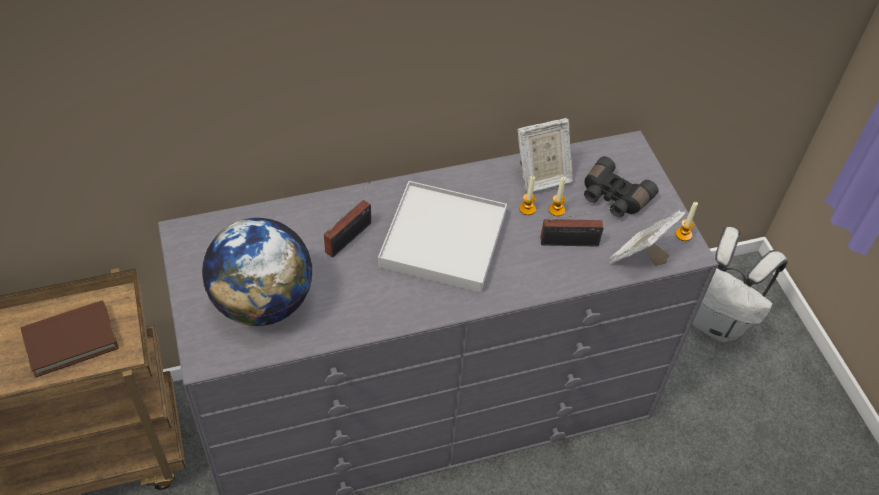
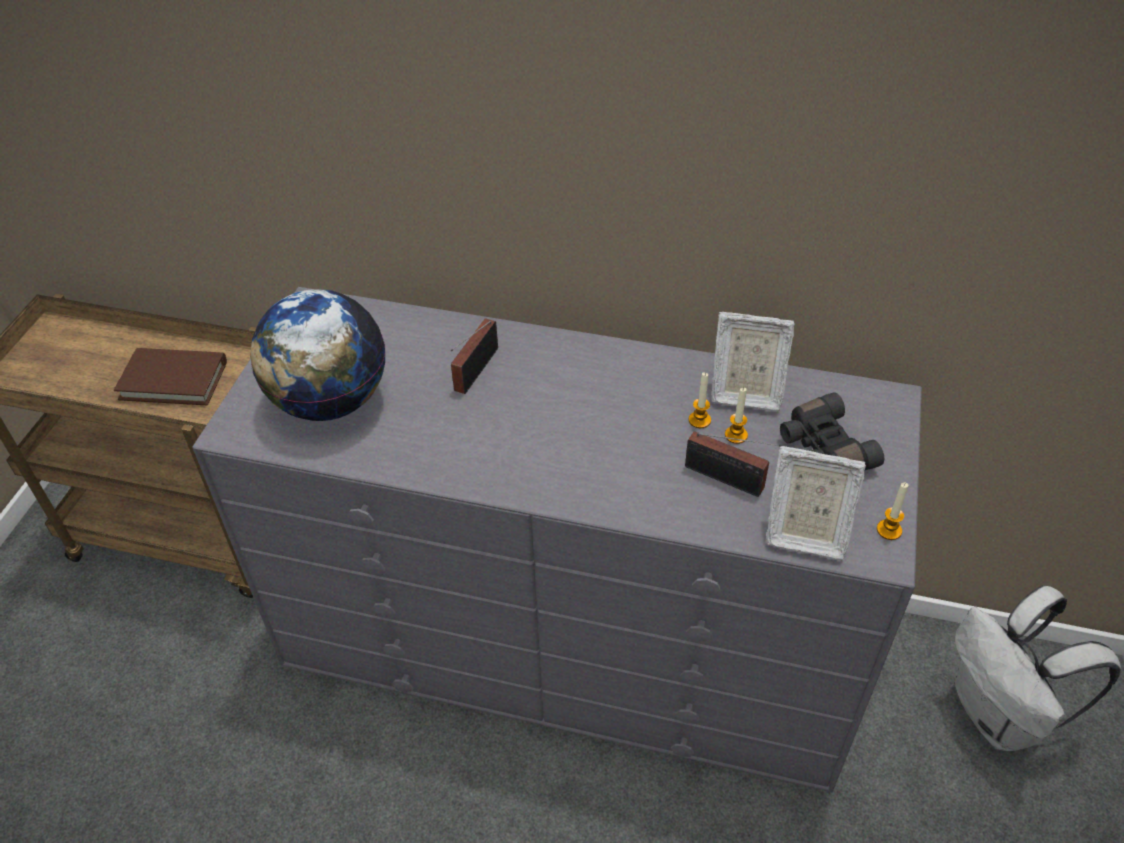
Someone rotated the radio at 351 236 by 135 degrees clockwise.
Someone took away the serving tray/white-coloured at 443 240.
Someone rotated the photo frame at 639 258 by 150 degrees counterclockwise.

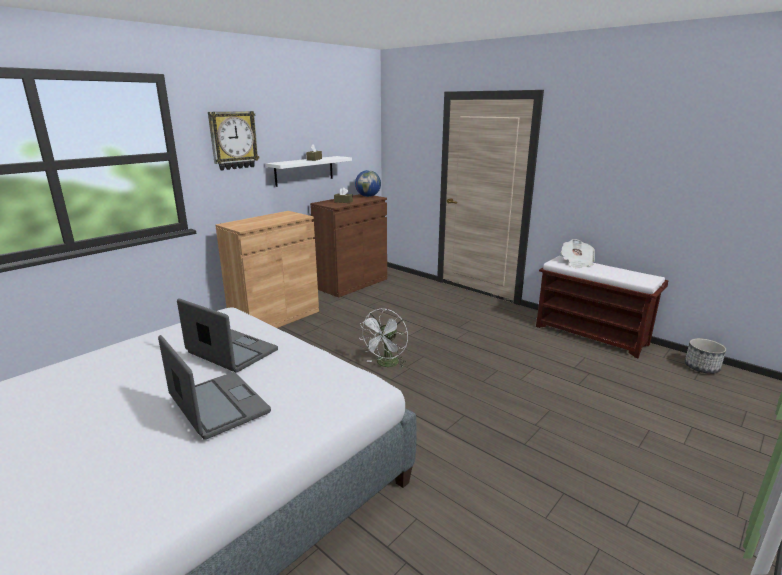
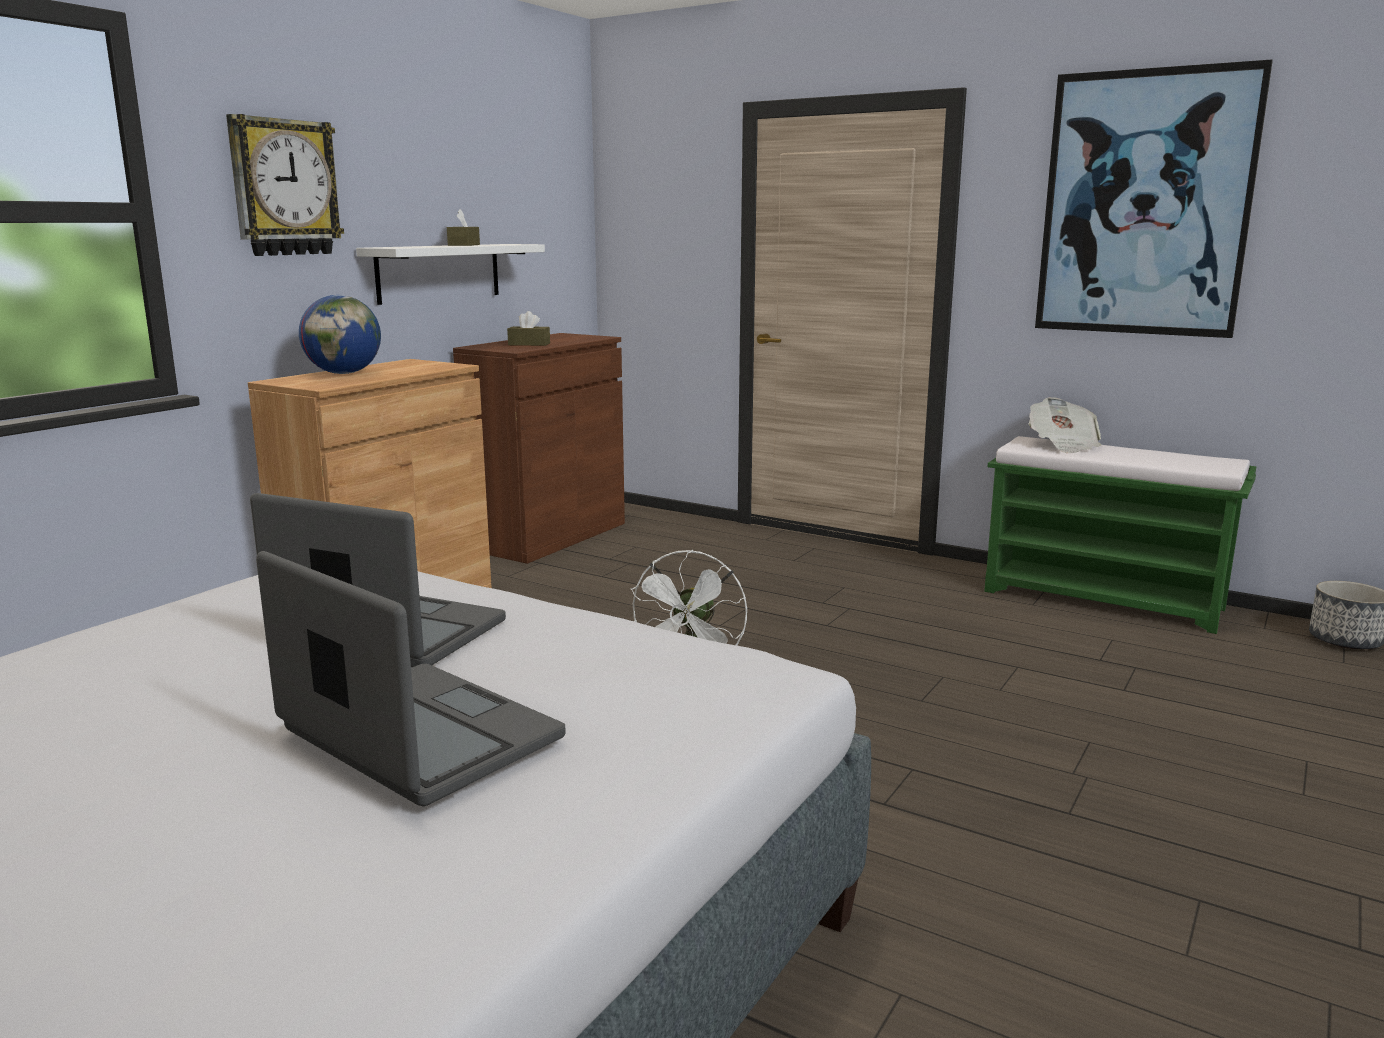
Someone carried the globe from 368 196 to 344 373.
Someone repainted the indoor bench/brown at 591 335, which became the indoor bench/greenish at 1105 599.
Someone put up the wall picture at 1145 204.

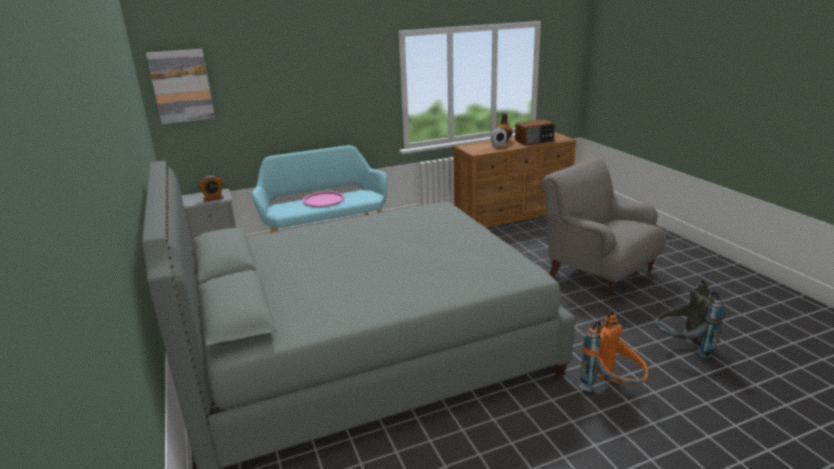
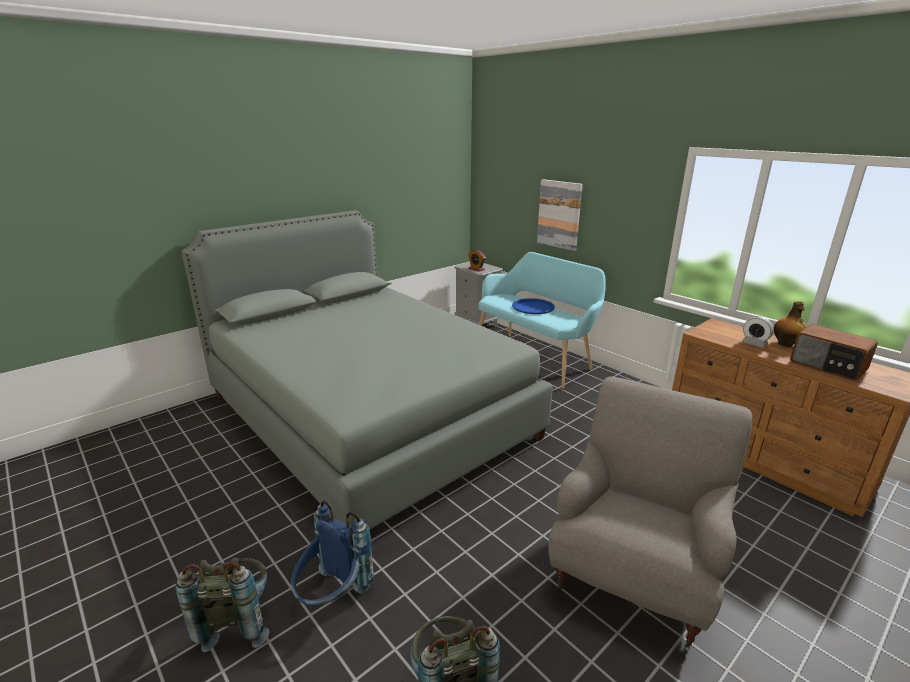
Someone carried the wall picture from 181 86 to 559 214.
Someone repainted the serving tray/pink at 323 200, which became the serving tray/blue-coloured at 533 307.
Someone repainted the backpack/orange at 612 389, which became the backpack/blue-coloured at 333 597.
Someone put down the backpack/greyish at 238 620.

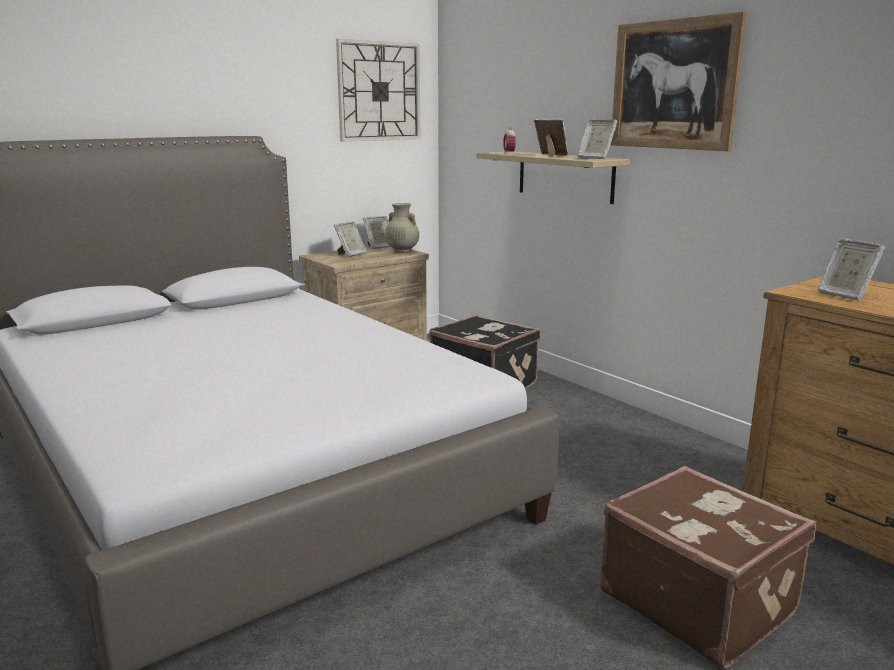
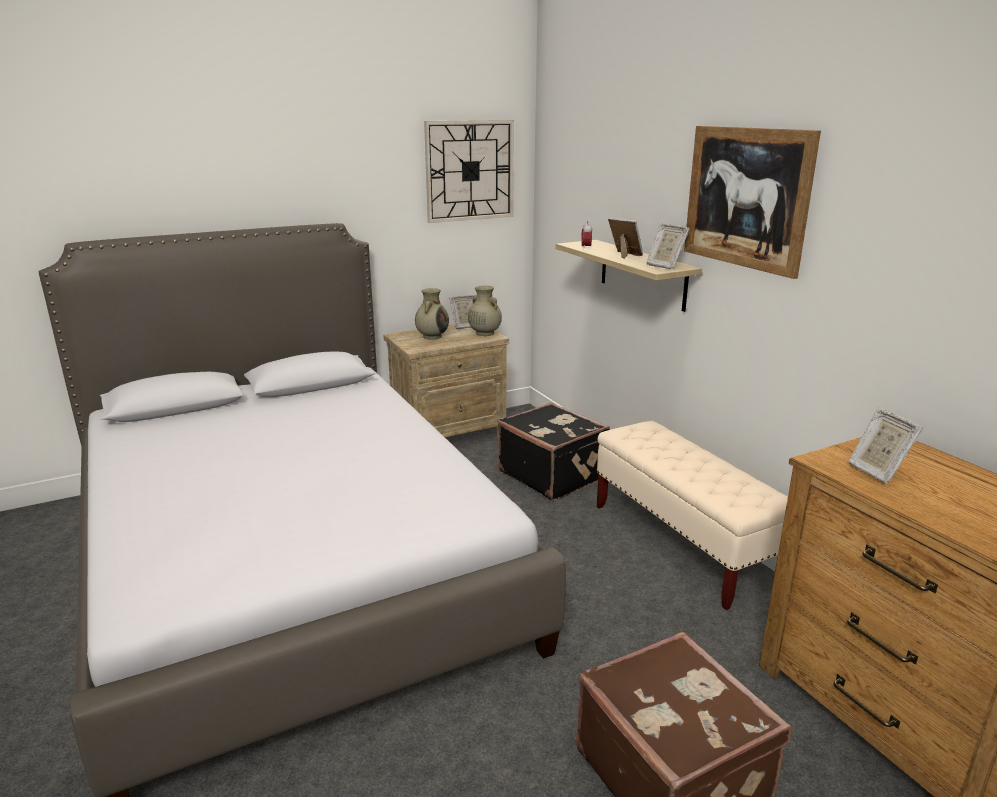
Someone swapped the photo frame at 351 254 for the vase/beige at 432 336.
Someone put down the indoor bench/beige at 682 544.

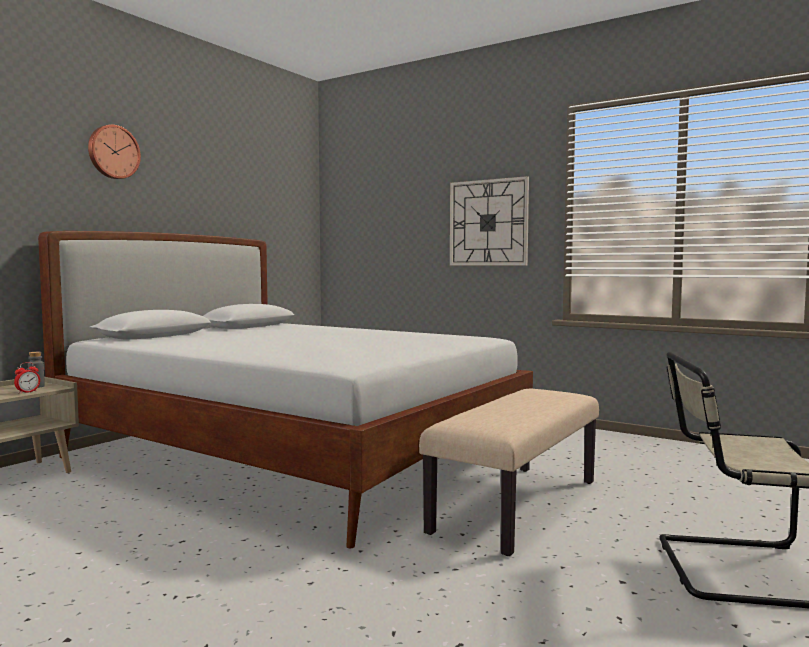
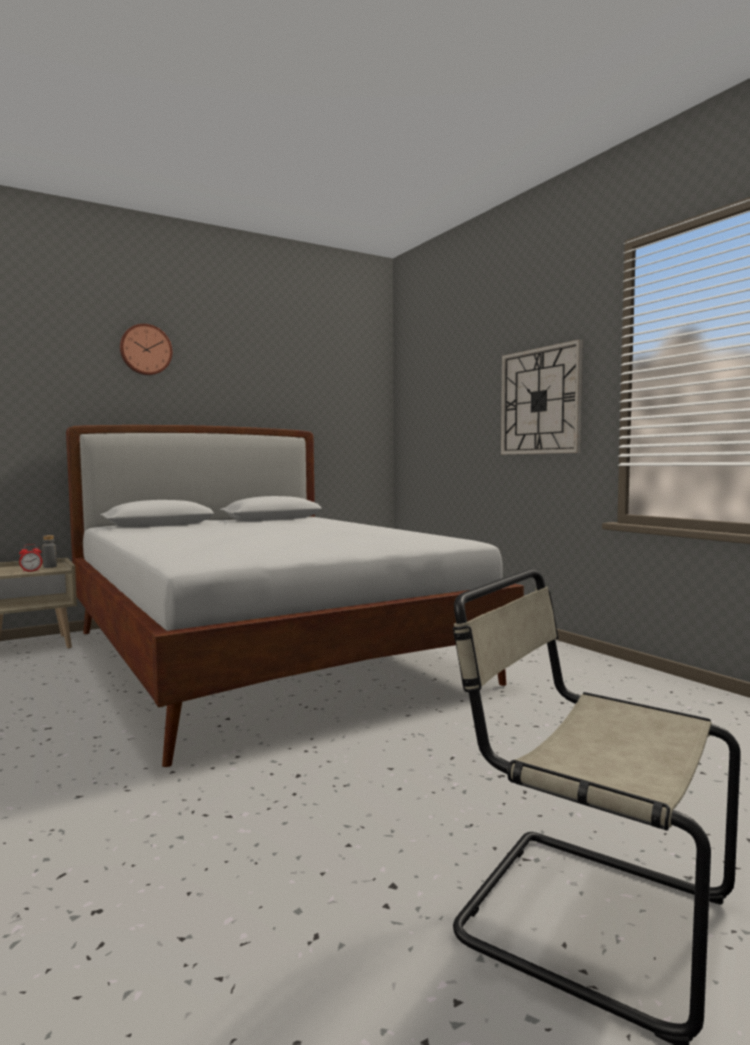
Someone took away the indoor bench/beige at 516 505.

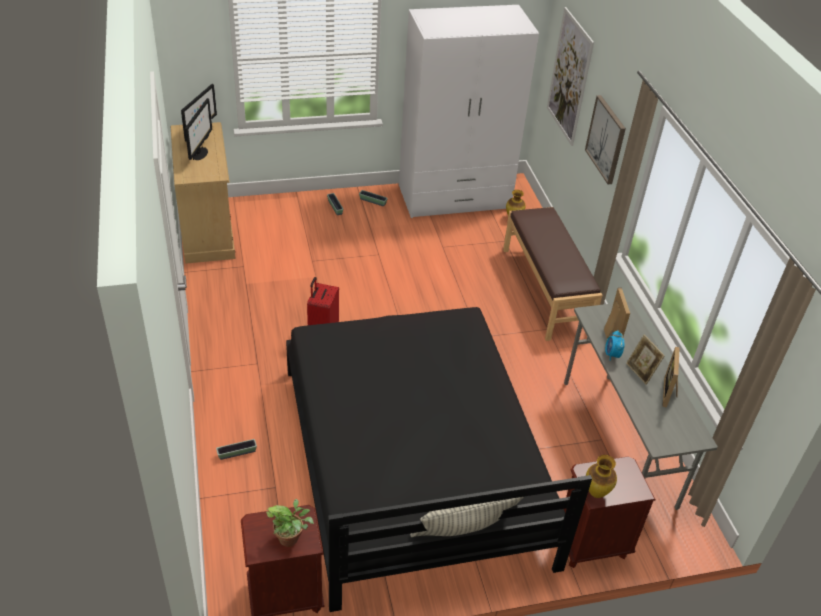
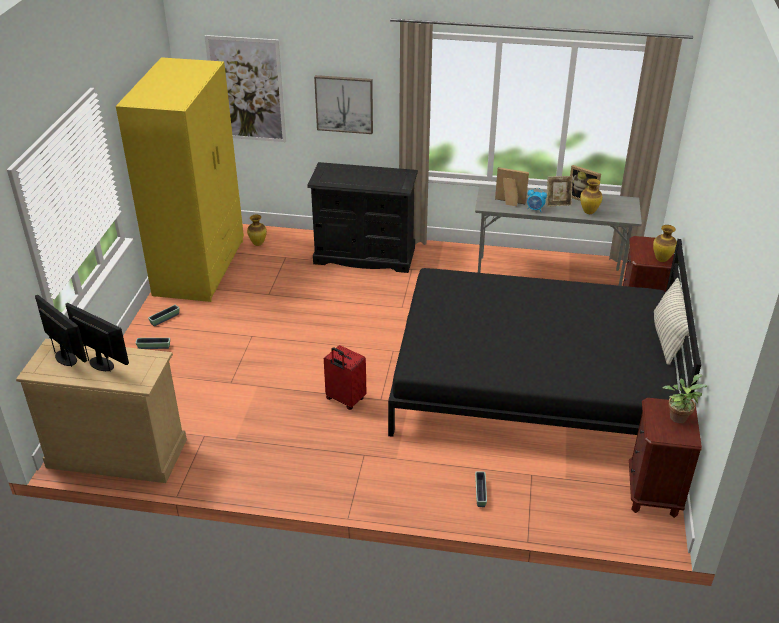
Someone repainted the wardrobe/white-coloured at 454 197, which became the wardrobe/yellowish at 200 267.
Someone swapped the indoor bench/brown at 546 290 for the dresser/black-coloured at 364 256.
Someone put down the vase at 588 212.

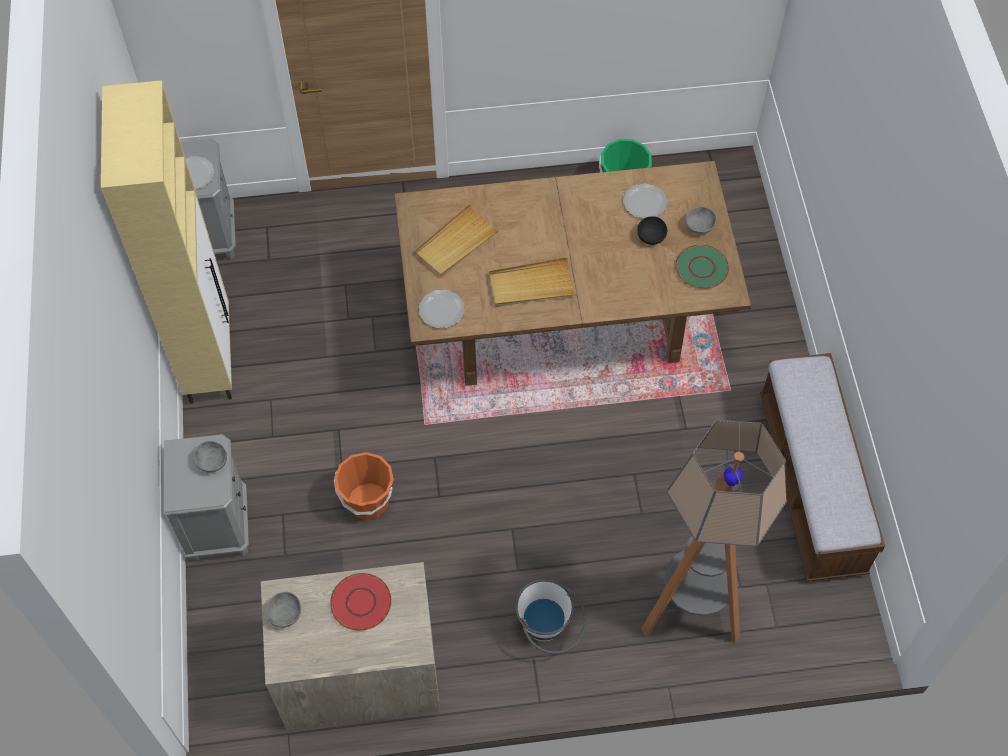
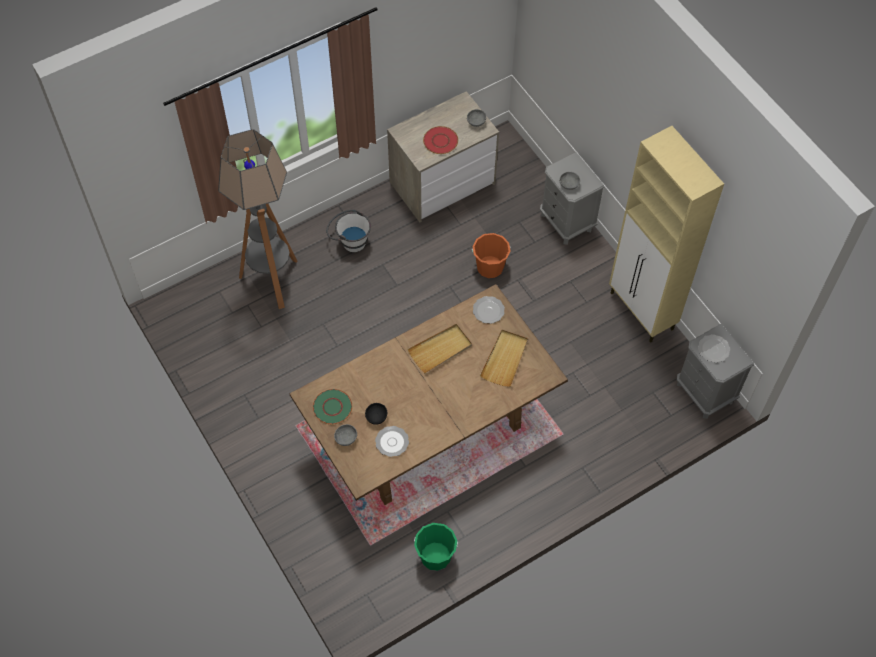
Someone took away the indoor bench at 810 484.

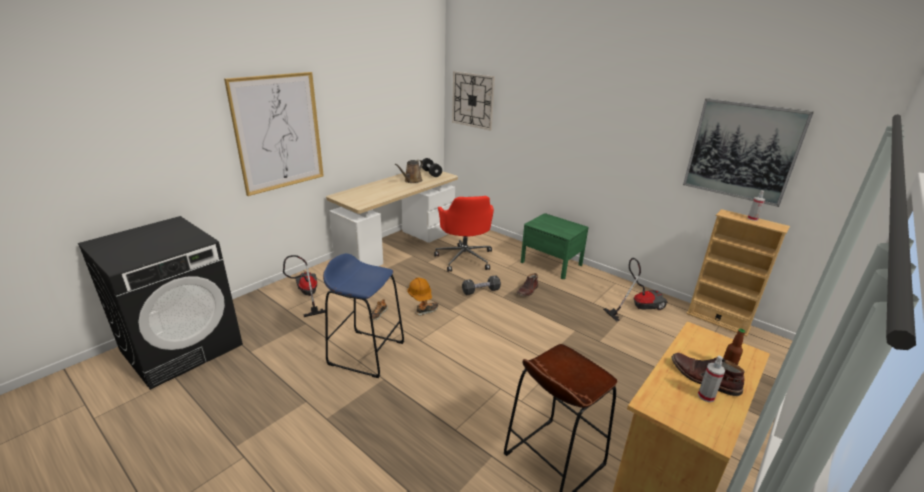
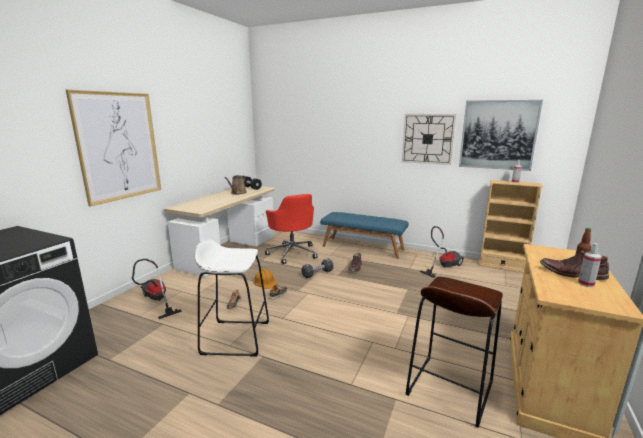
Someone carried the wall clock from 473 100 to 427 139.
Someone swapped the bedside table/greenish at 551 263 for the indoor bench/blue-coloured at 363 247.
Someone repainted the stool/blue-coloured at 366 353, which became the stool/white-coloured at 236 337.

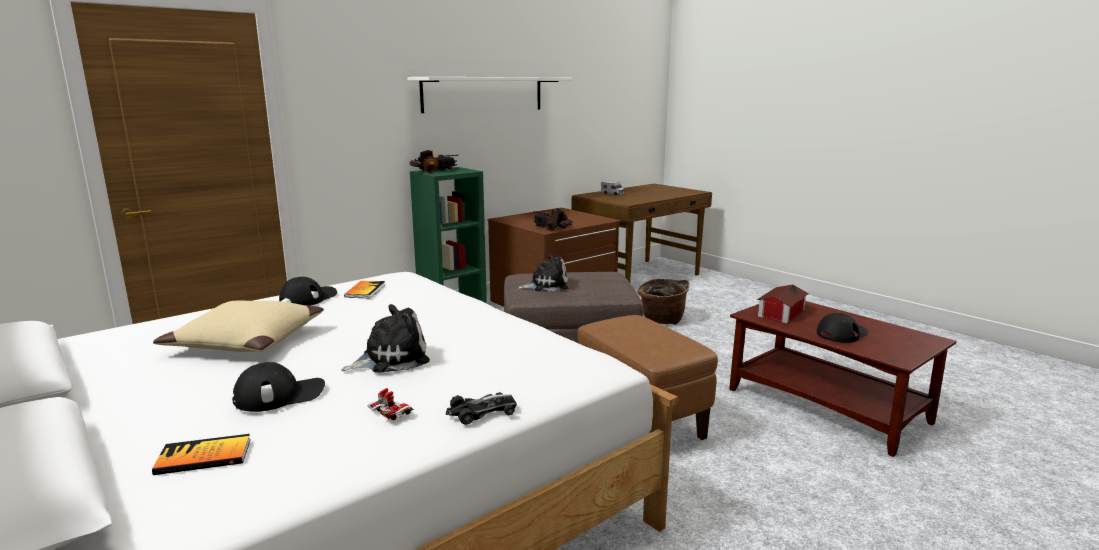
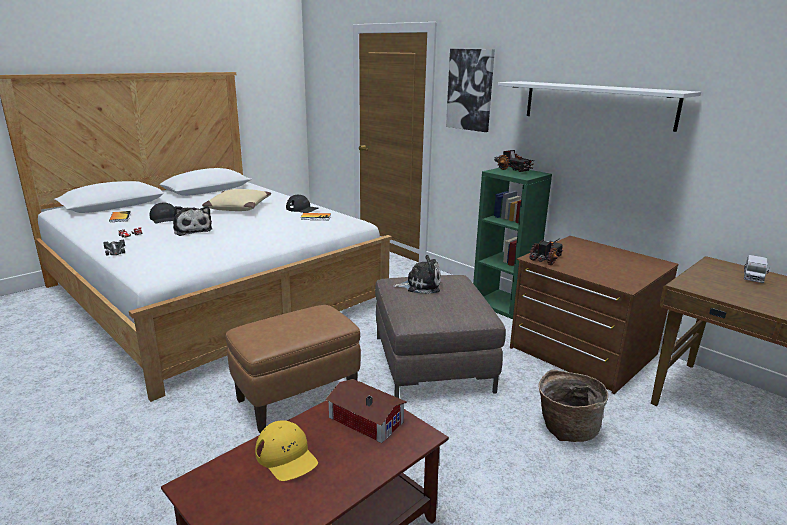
Someone rotated the cuddly toy at 546 285 by 75 degrees counterclockwise.
Someone repainted the cap/black-coloured at 842 334, which became the cap/yellowish at 286 456.
Someone put up the wall picture at 470 90.

